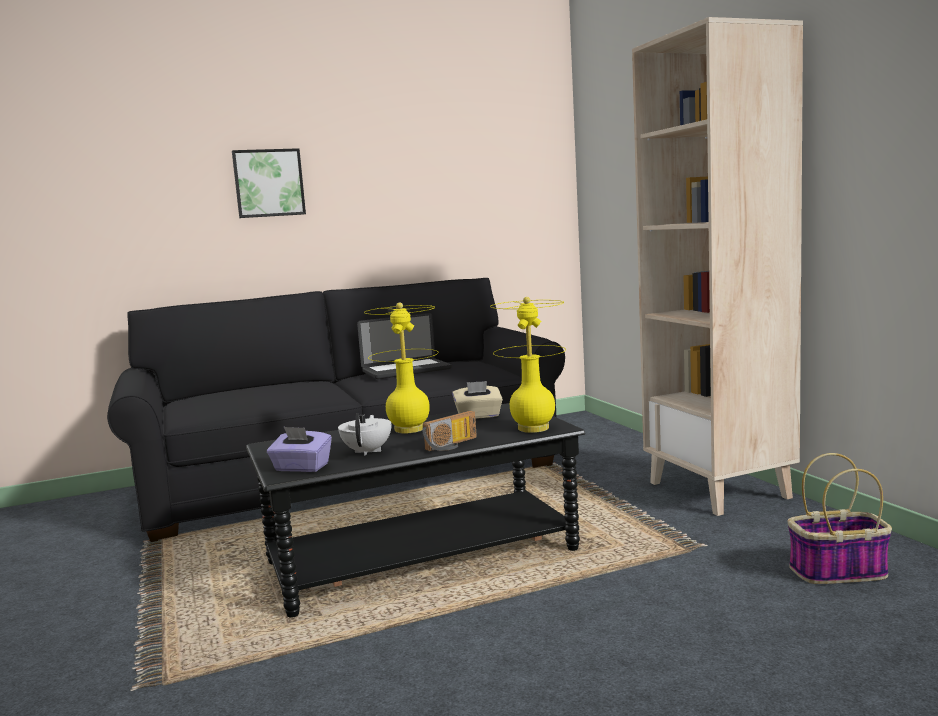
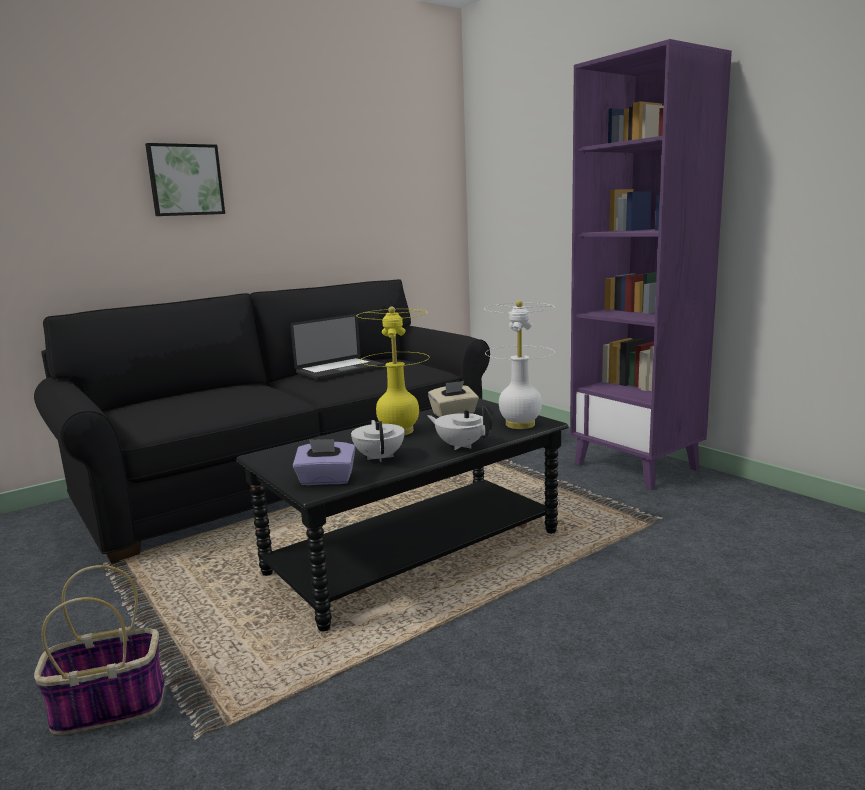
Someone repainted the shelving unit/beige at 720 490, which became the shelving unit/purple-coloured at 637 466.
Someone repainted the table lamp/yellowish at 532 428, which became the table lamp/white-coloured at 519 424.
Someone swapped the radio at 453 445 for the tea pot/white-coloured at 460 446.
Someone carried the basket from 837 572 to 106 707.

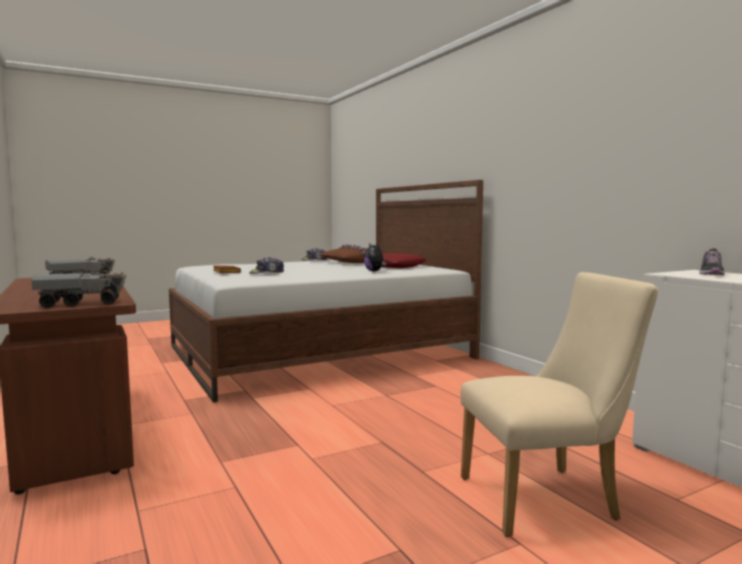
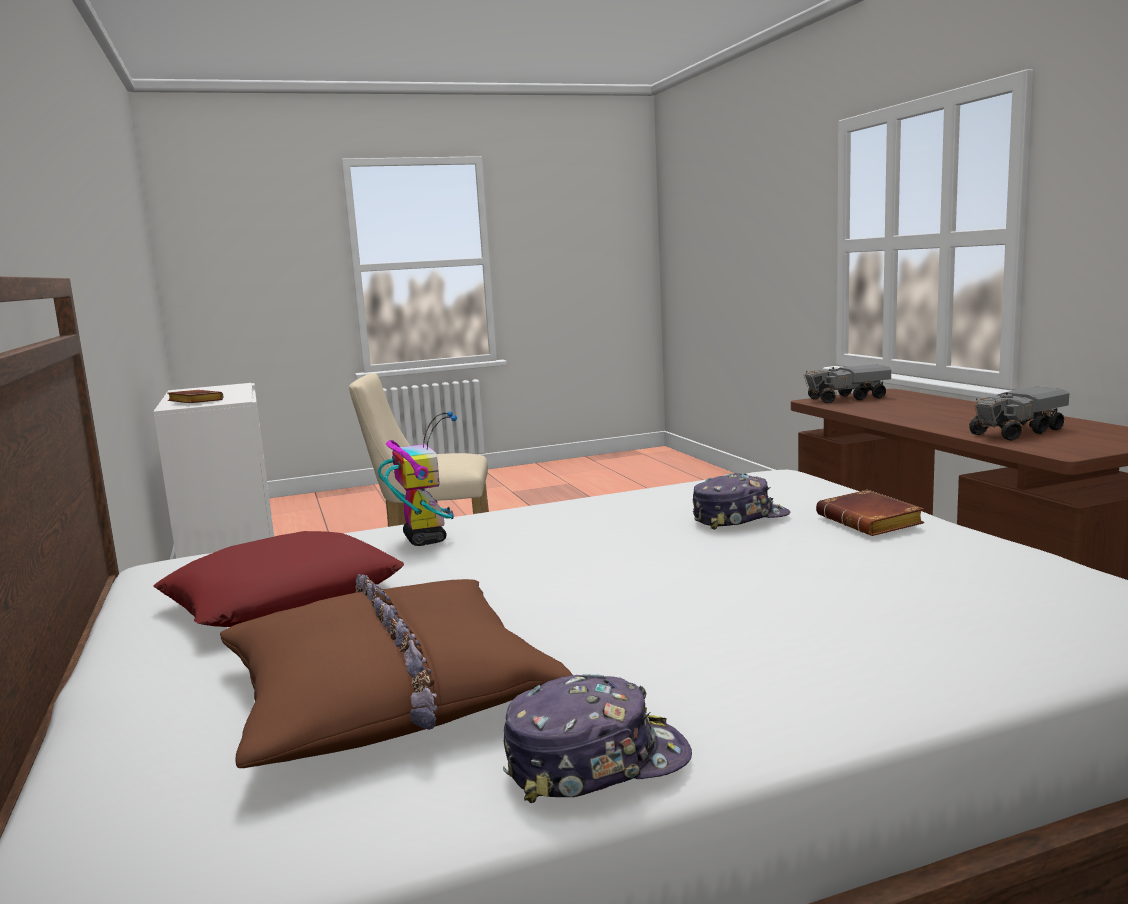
Someone swapped the cuddly toy at 375 271 for the model robot at 424 539.
Someone swapped the low shoe at 711 273 for the bound book/brown at 193 402.

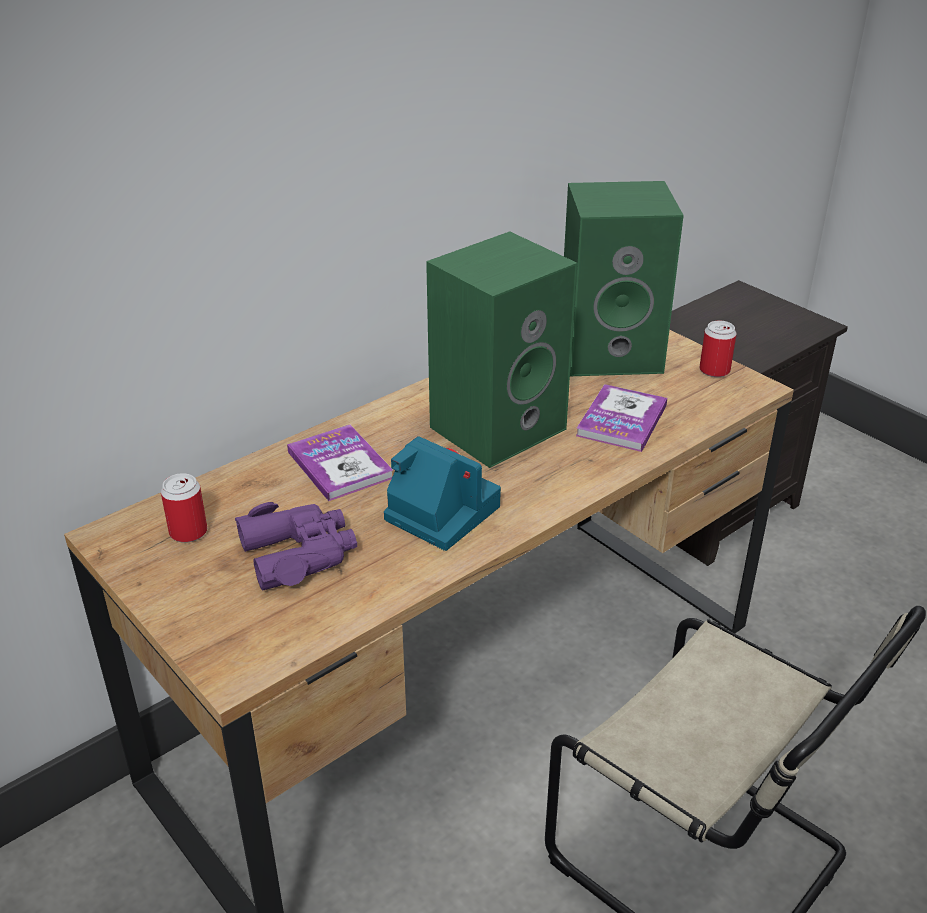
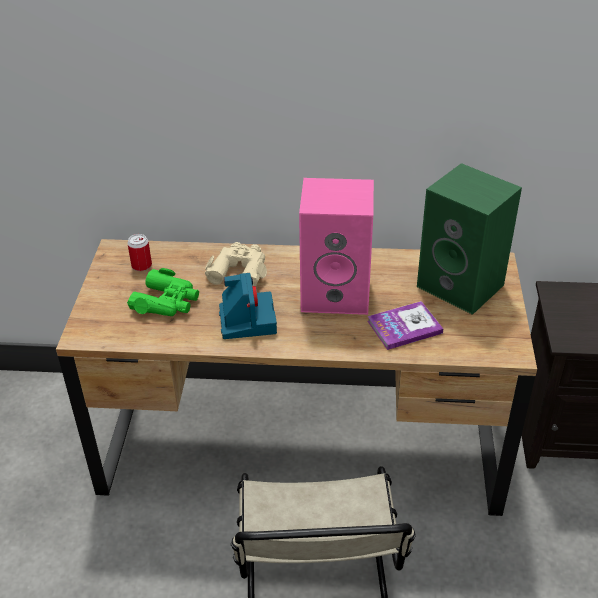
Someone repainted the speaker/greenish at 498 426, which became the speaker/pink at 337 293.
Someone took away the sealed can at 714 370.
Someone swapped the bound book at 340 465 for the field glasses/beige at 239 270.
Someone repainted the field glasses/purple-coloured at 299 553, which became the field glasses/greenish at 167 302.

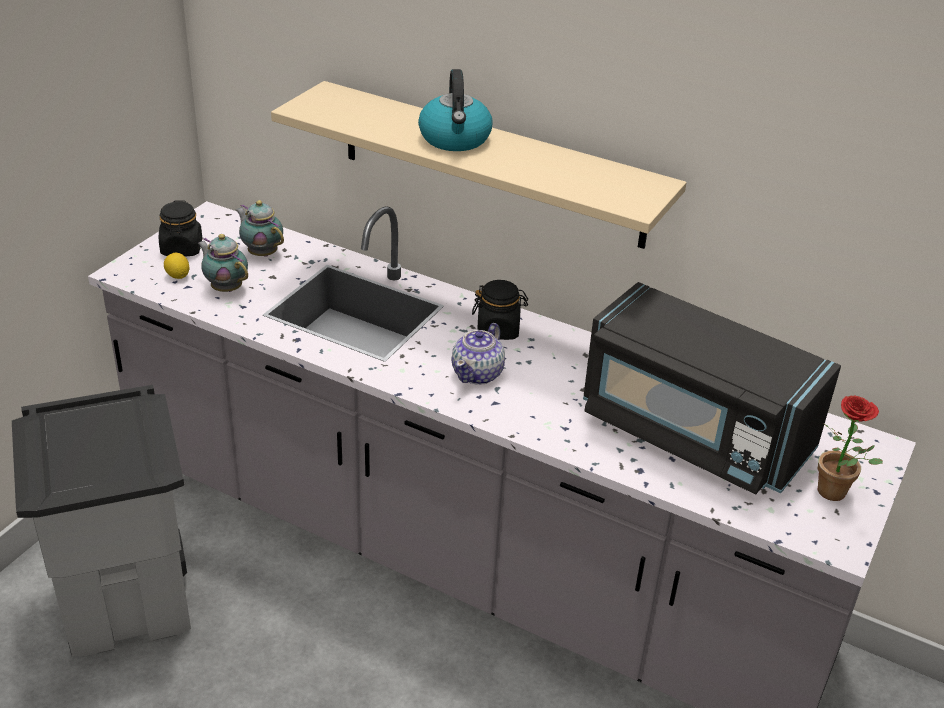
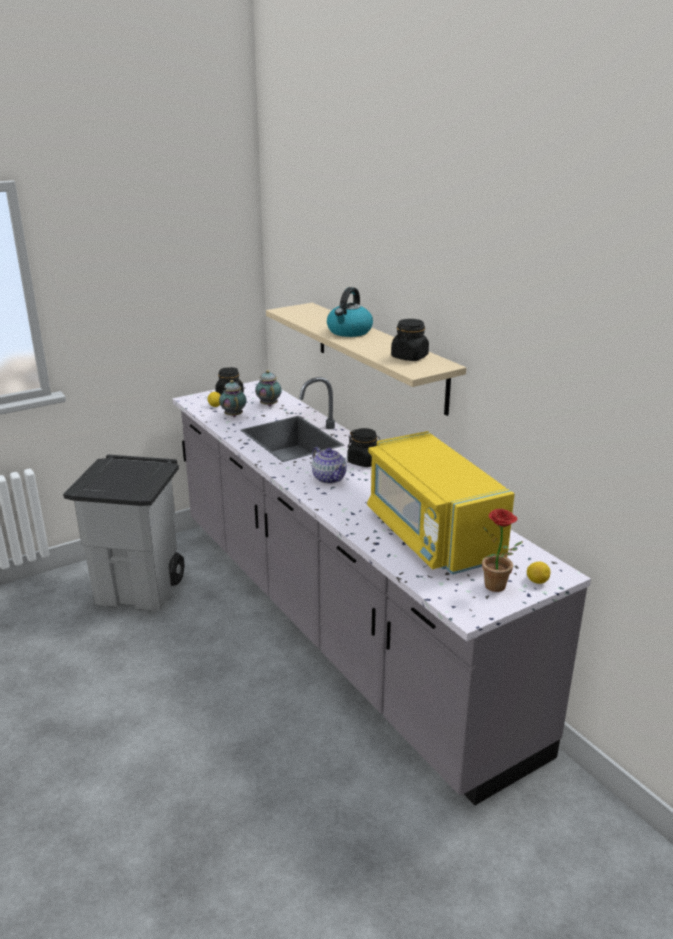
Someone repainted the microwave/black-coloured at 692 432, which became the microwave/yellowish at 432 534.
Someone rotated the tea pot at 478 373 by 90 degrees counterclockwise.
Someone put down the jar/black-coloured at 409 357.
Someone put down the lemon at 537 581.

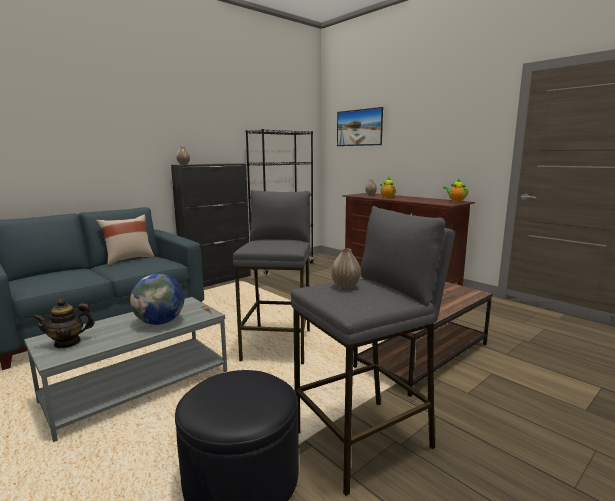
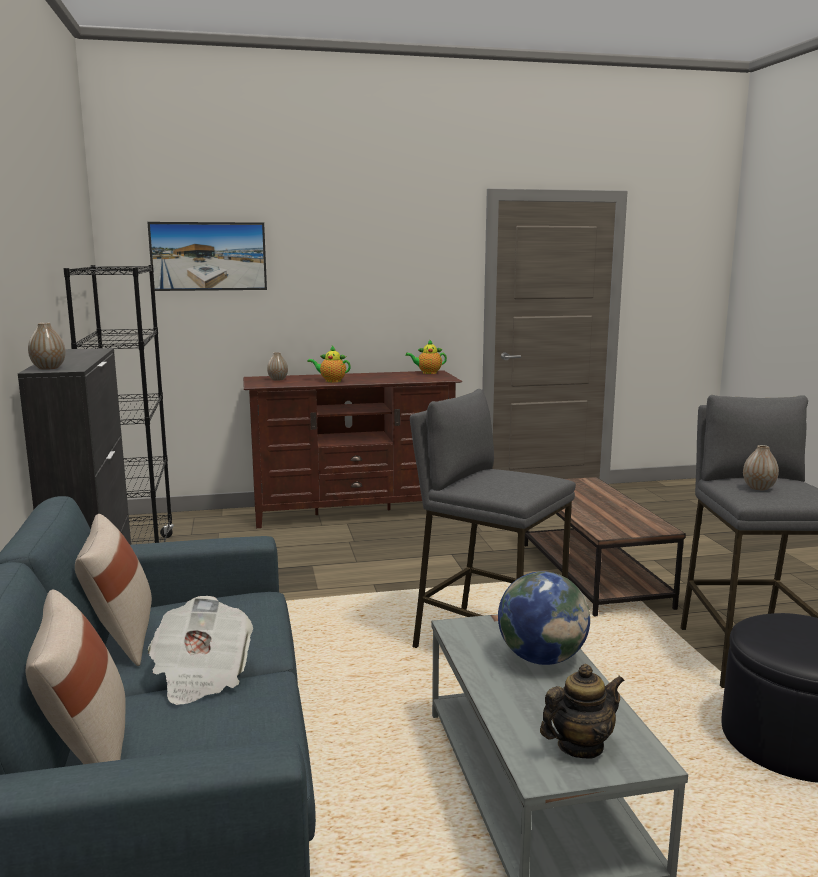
Someone rotated the tea pot at 67 343 by 120 degrees counterclockwise.
Someone put down the pillow/beige at 86 753.
Someone put down the daily paper at 201 675.

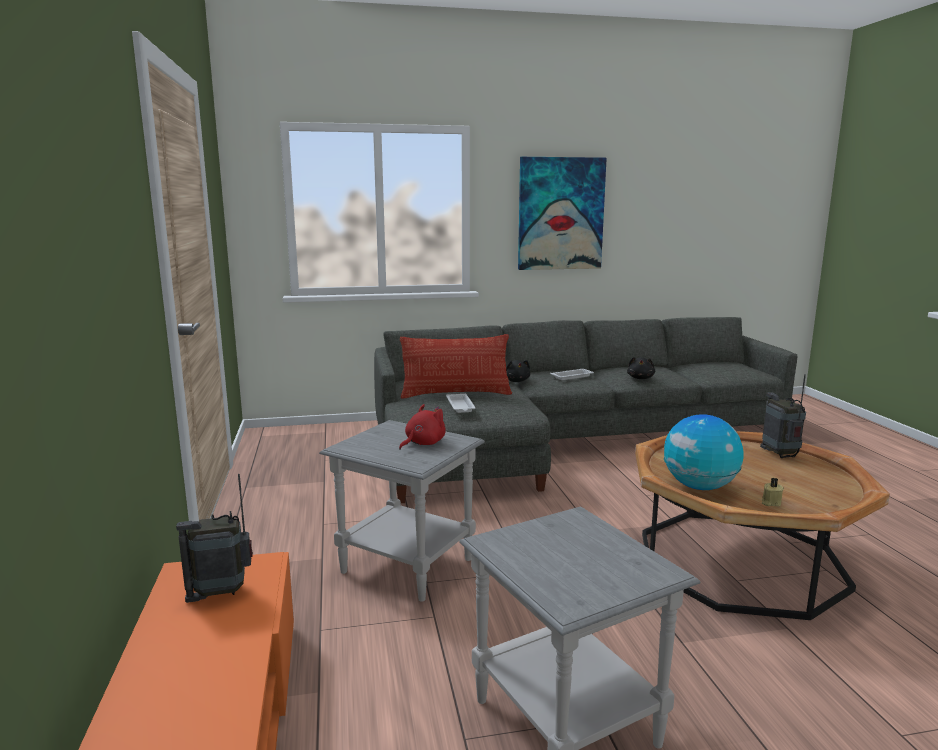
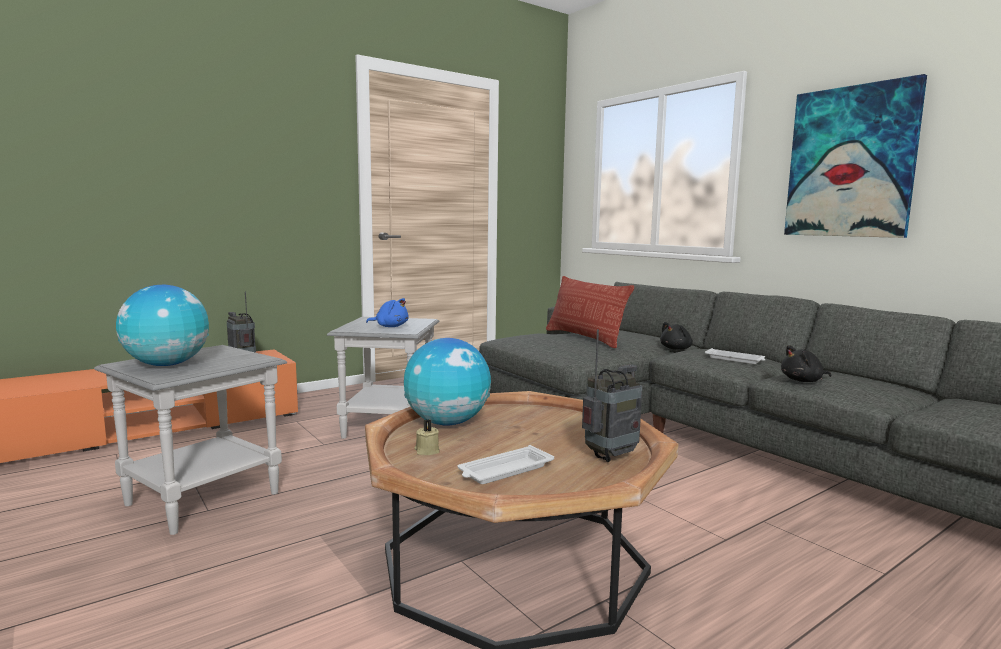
Someone carried the serving tray/white-coloured from 460 406 to 504 471.
Someone repainted the cuddly toy/red-coloured at 423 443, which became the cuddly toy/blue-coloured at 390 326.
Someone put down the globe at 167 365.

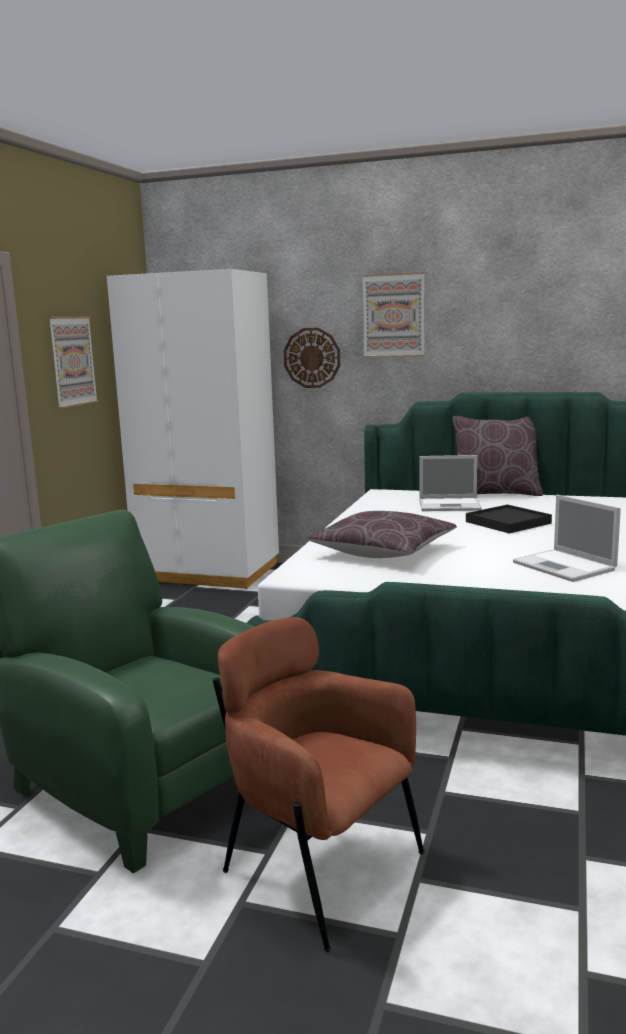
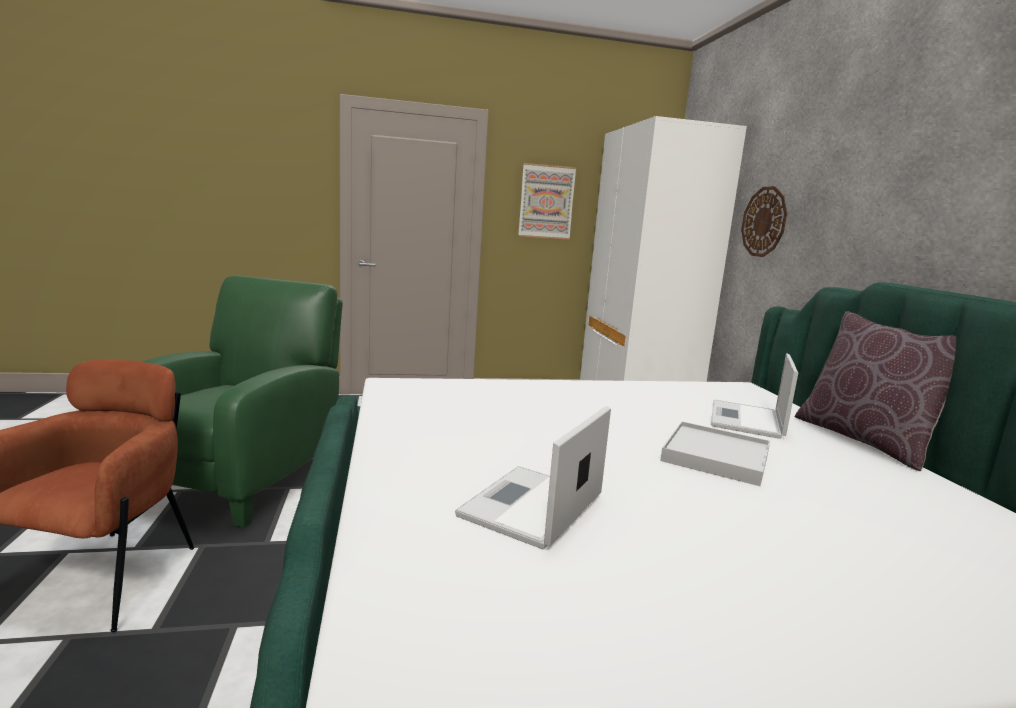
Someone took away the wall picture at 393 315.
Someone rotated the notebook computer at 451 505 by 45 degrees clockwise.
Someone repainted the serving tray/black-coloured at 507 522, which became the serving tray/white-coloured at 715 457.
Someone took away the pillow/brown at 382 552.

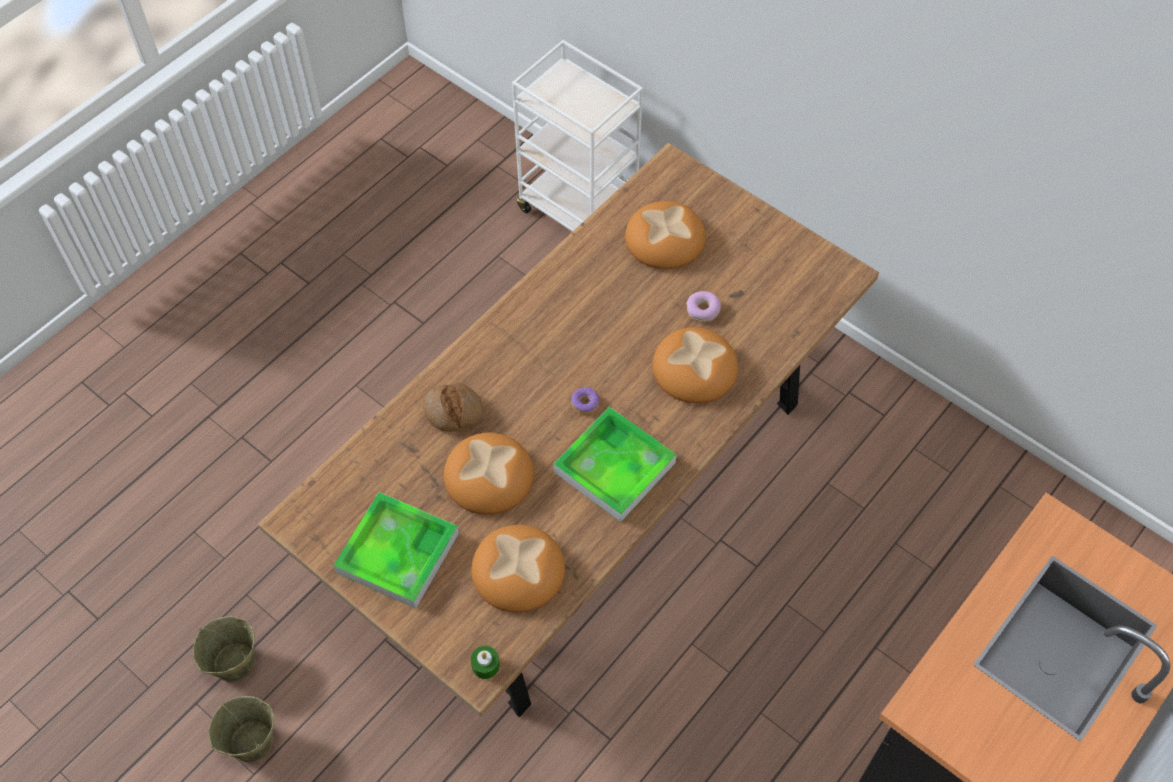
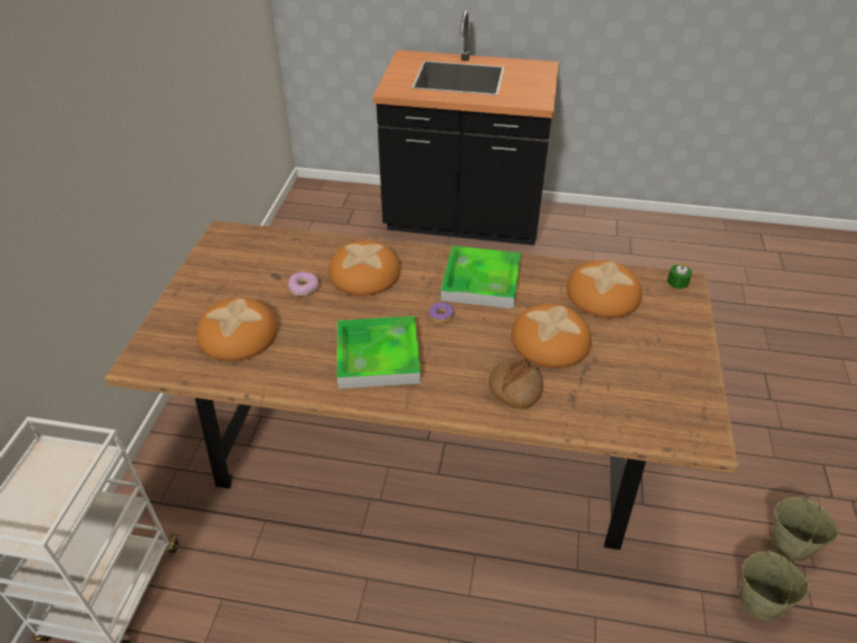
Someone carried the serving tray from 398 553 to 378 356.

